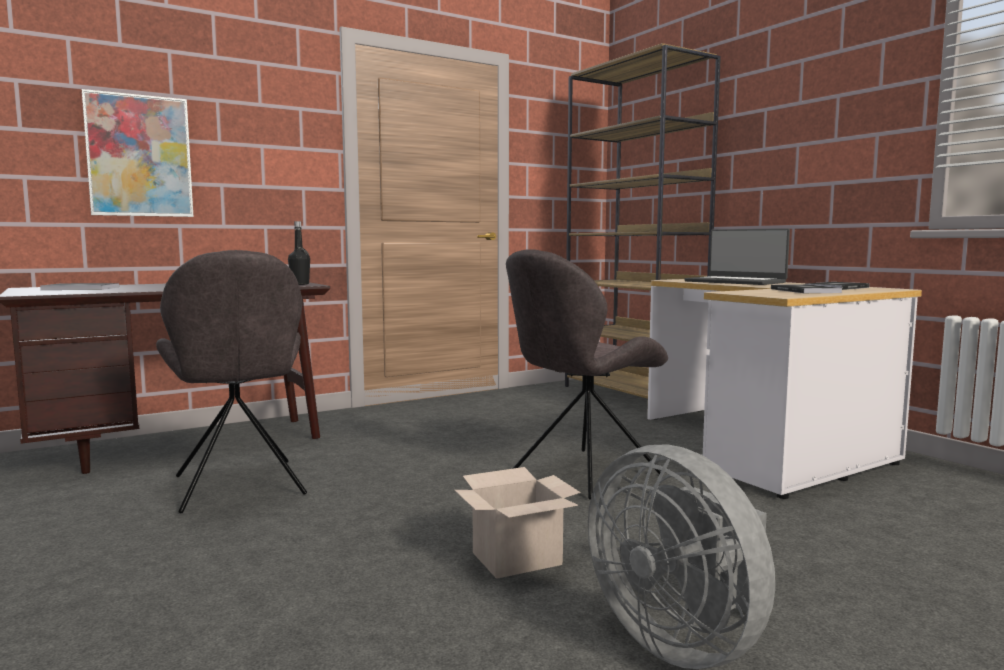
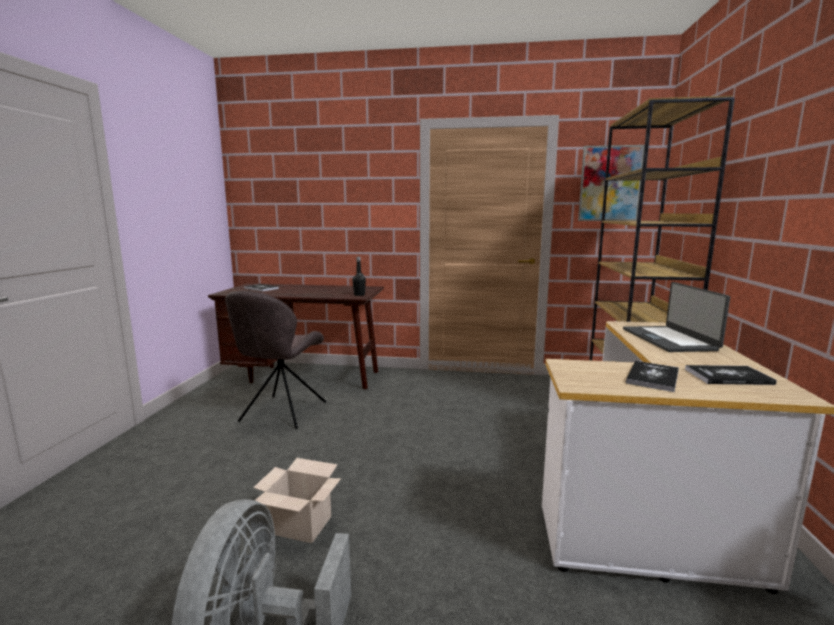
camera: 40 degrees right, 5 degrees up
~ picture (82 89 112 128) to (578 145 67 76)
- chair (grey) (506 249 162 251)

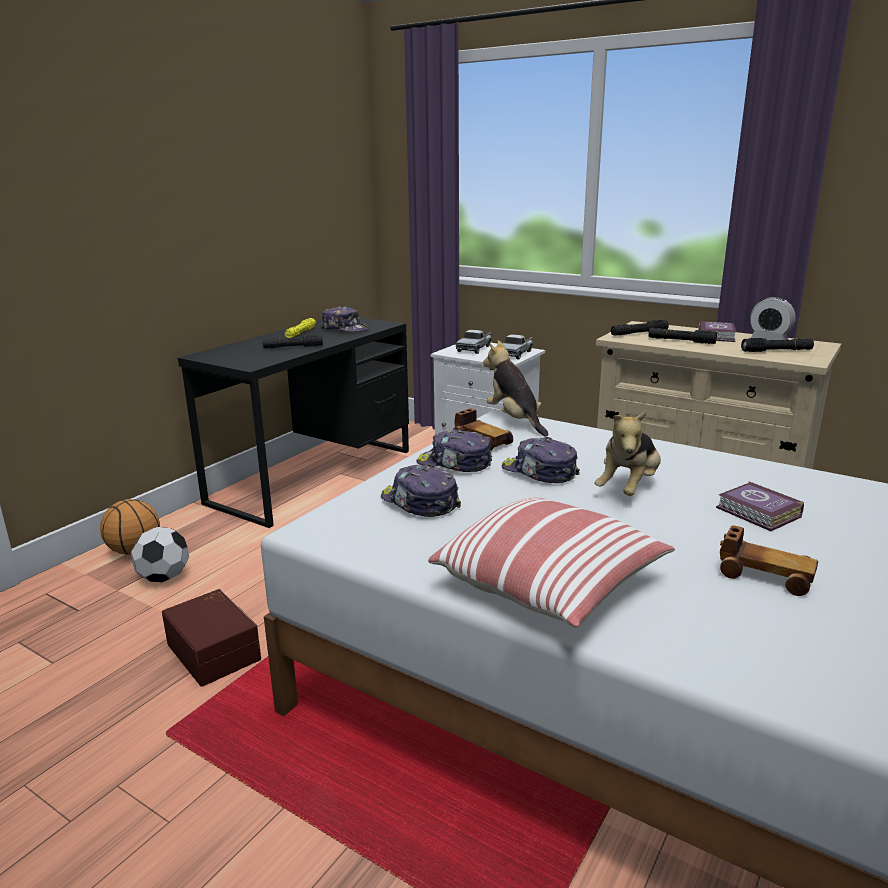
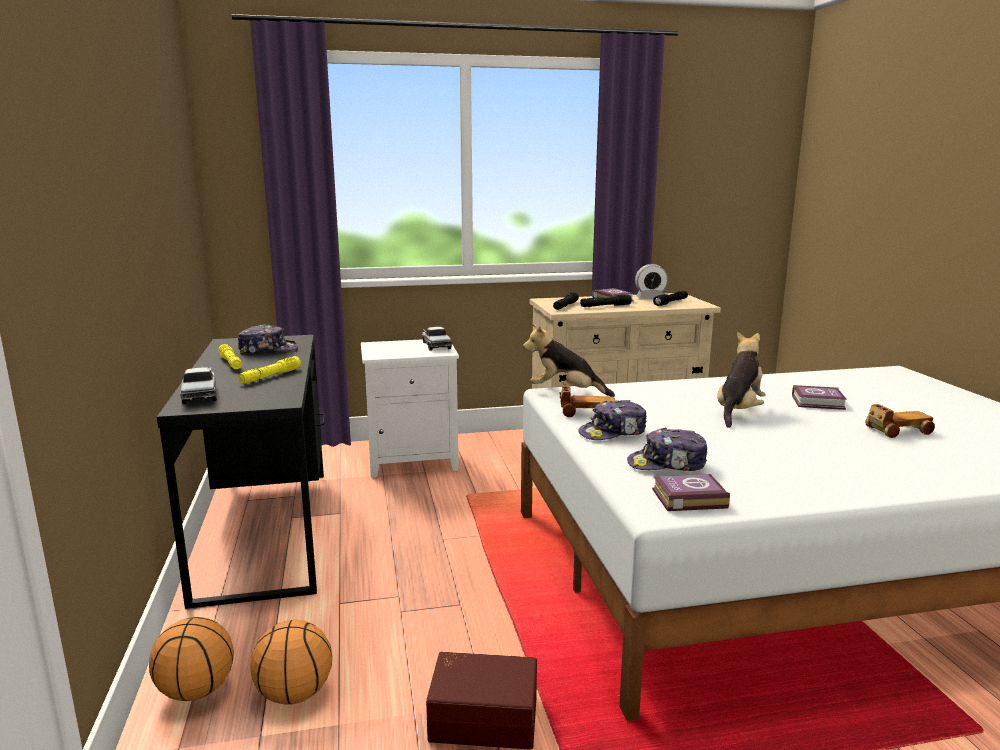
camera: 45 degrees left, 5 degrees down
~ football (130 527 59 55) to basketball (250 620 82 85)
~ flashlight (black) (263 335 60 13) to flashlight (yellow) (238 356 63 28)
- pillow (428 497 247 131)
~ toy truck (456 330 35 24) to (180 367 37 37)
- cap (502 437 78 46)
~ plush toy (595 411 66 85) = (717 332 49 96) 135 degrees counterclockwise
+ book (652 474 78 37)

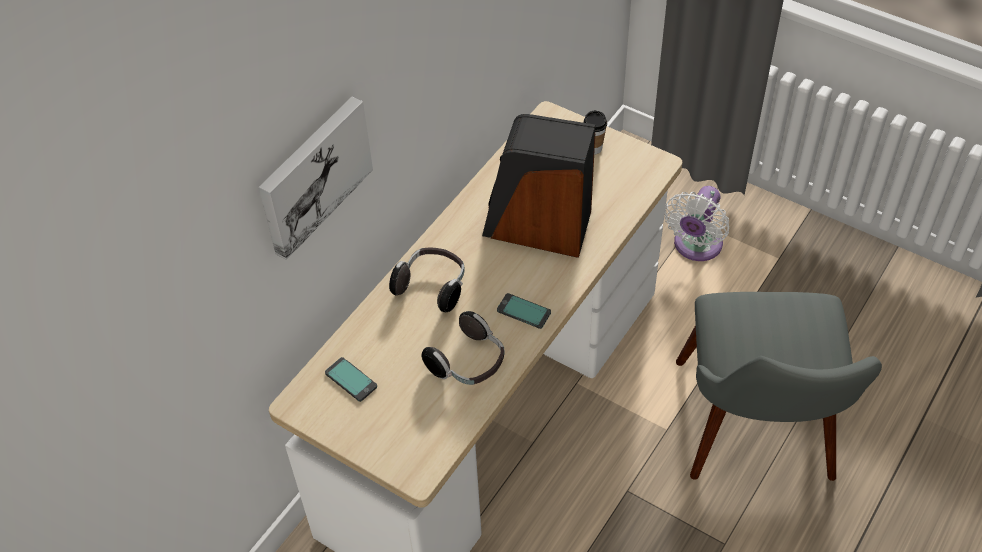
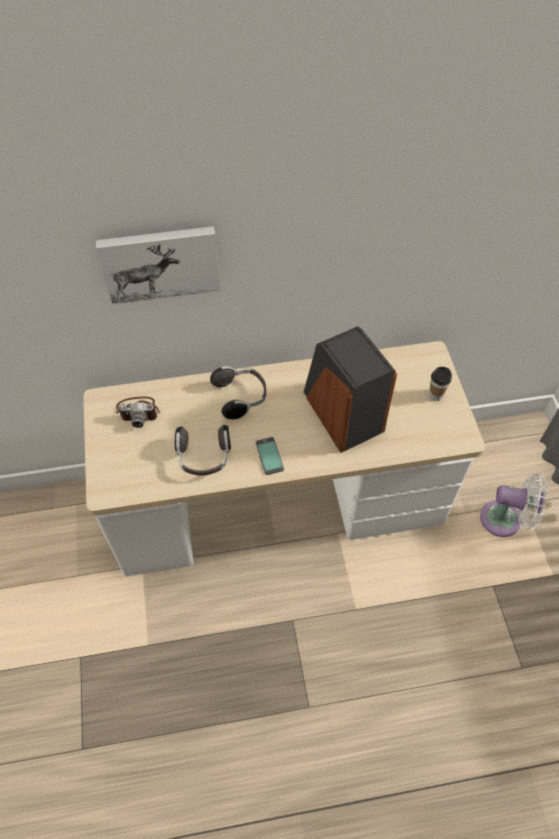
camera: 45 degrees right, 5 degrees up
~ phone (325 357 52 45) to photo camera (116 397 45 31)
~ fan (white) (665 186 64 75) = (480 473 67 64) 150 degrees counterclockwise
- chair (grey) (676 292 206 189)

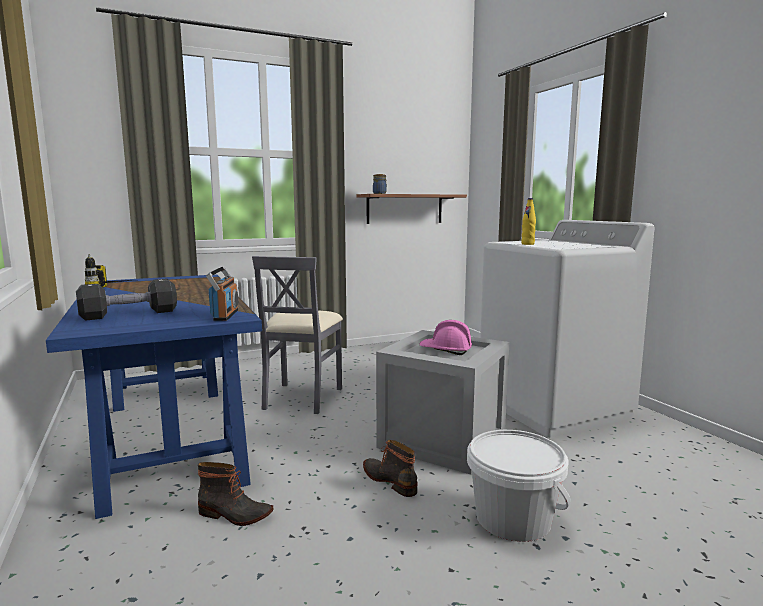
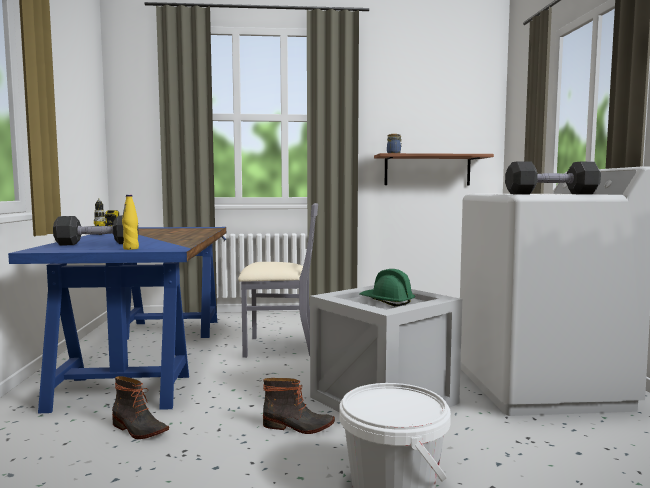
camera: 20 degrees right, 5 degrees down
- radio (206 266 32 55)
~ chair (grey) (252 256 91 158) = (238 203 80 155) 120 degrees counterclockwise
~ boot (363 440 54 57) = (263 378 72 56) 120 degrees clockwise
~ hard hat (pink) (419 320 53 35) to hard hat (green) (359 269 56 38)
~ bottle (yellow) (521 198 15 47) to (122 195 17 55)
+ dumbbell (black) (505 161 96 33)

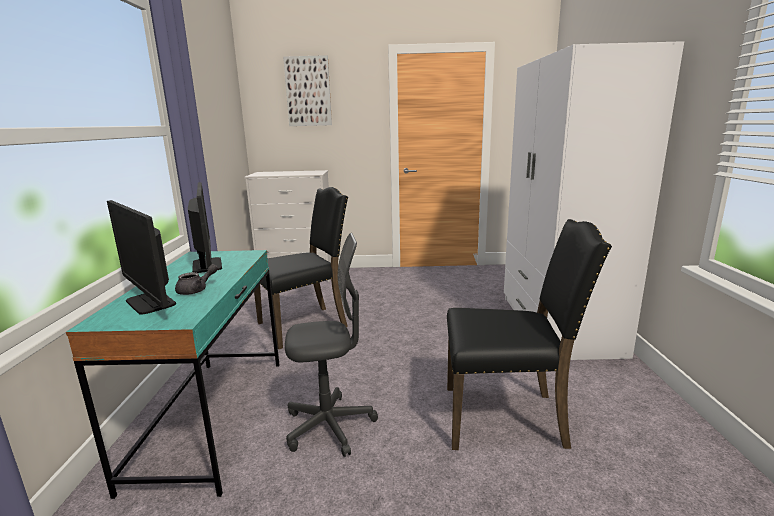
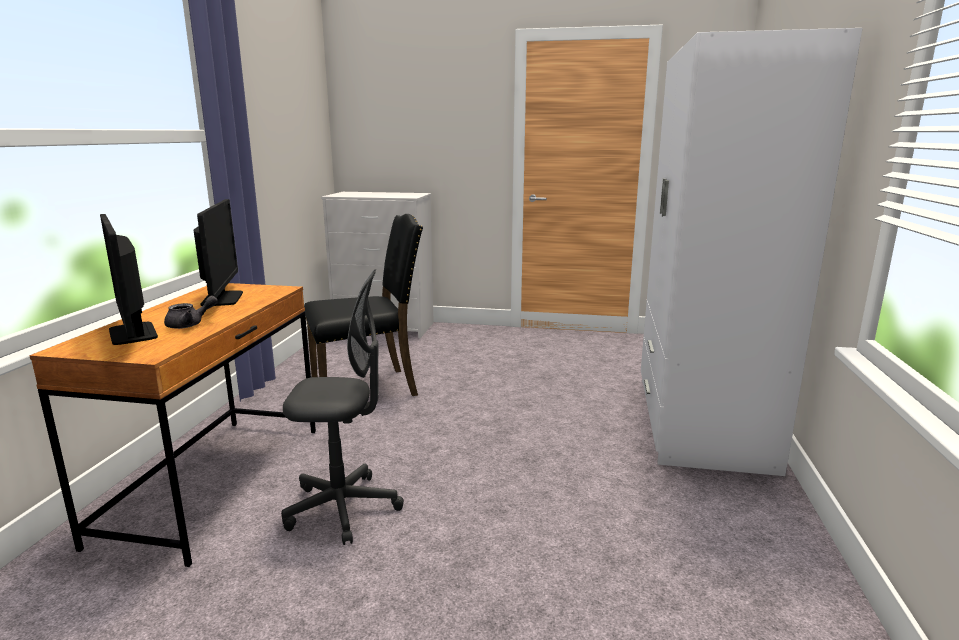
camera: 10 degrees right, 0 degrees up
~ desk (turquoise) (66 250 213 249) to desk (brown) (29 283 287 284)
- picture (283 55 49 71)
- chair (black) (447 219 165 231)

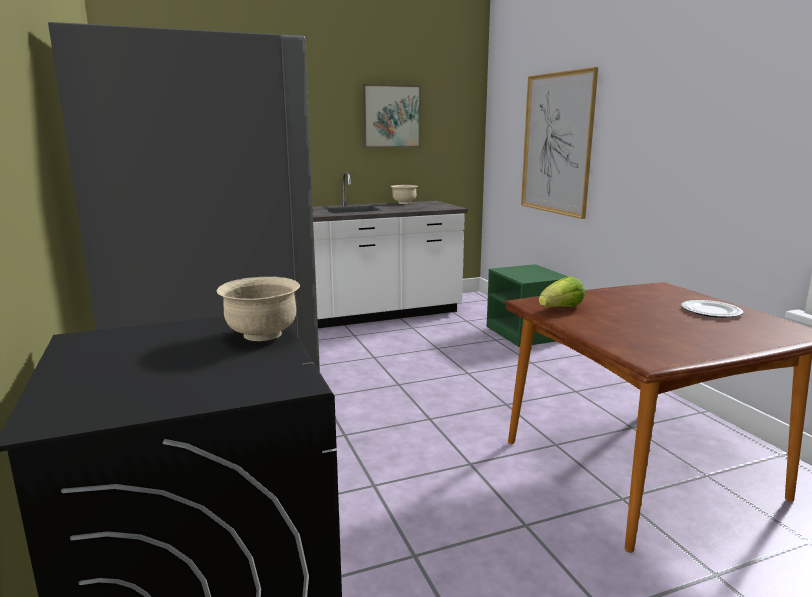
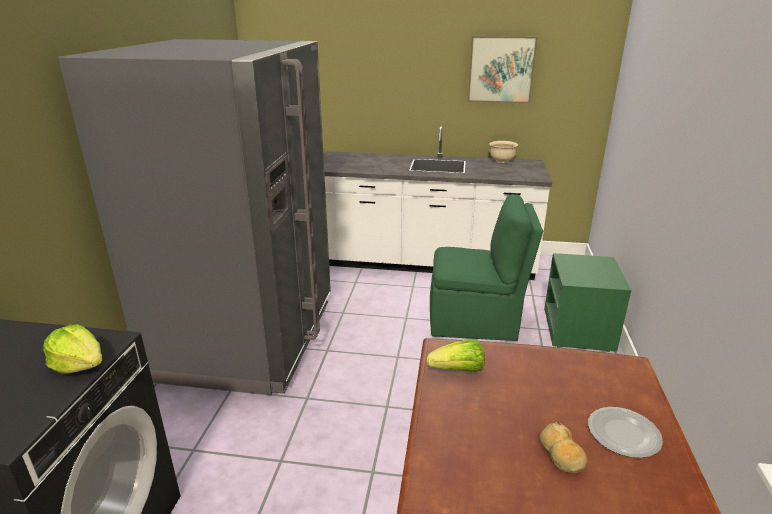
camera: 30 degrees right, 10 degrees up
~ bowl (beige) (217 277 83 64) to lettuce (43 325 60 48)
- picture (521 67 77 152)
+ chair (green) (430 194 113 147)
+ bread (539 422 48 52)

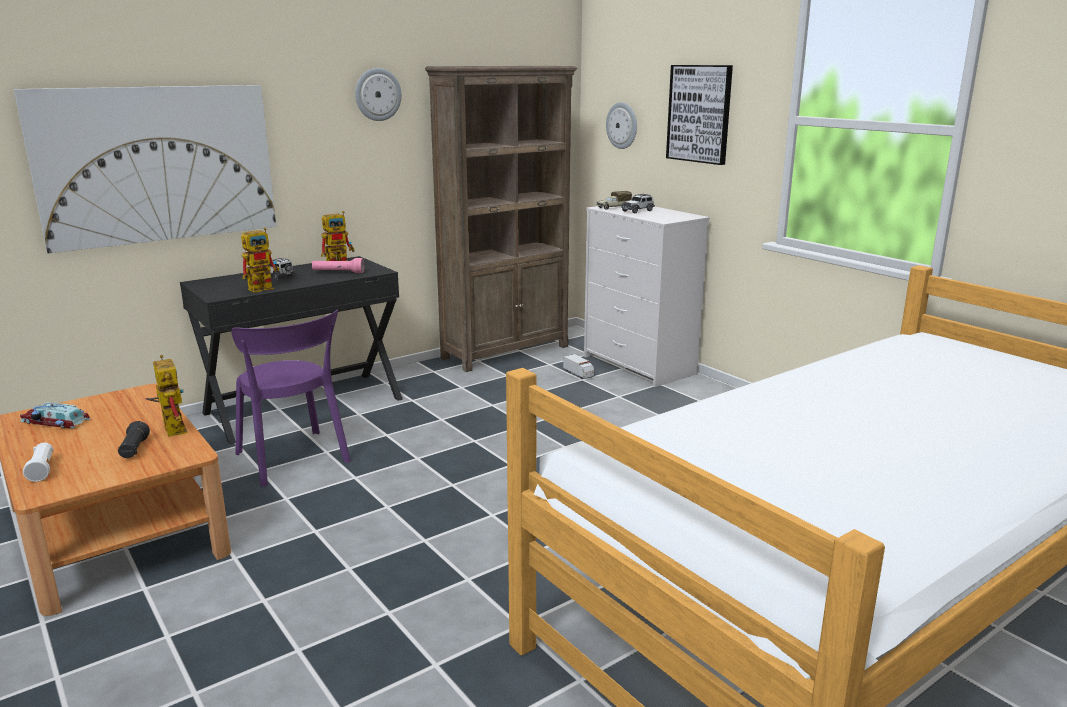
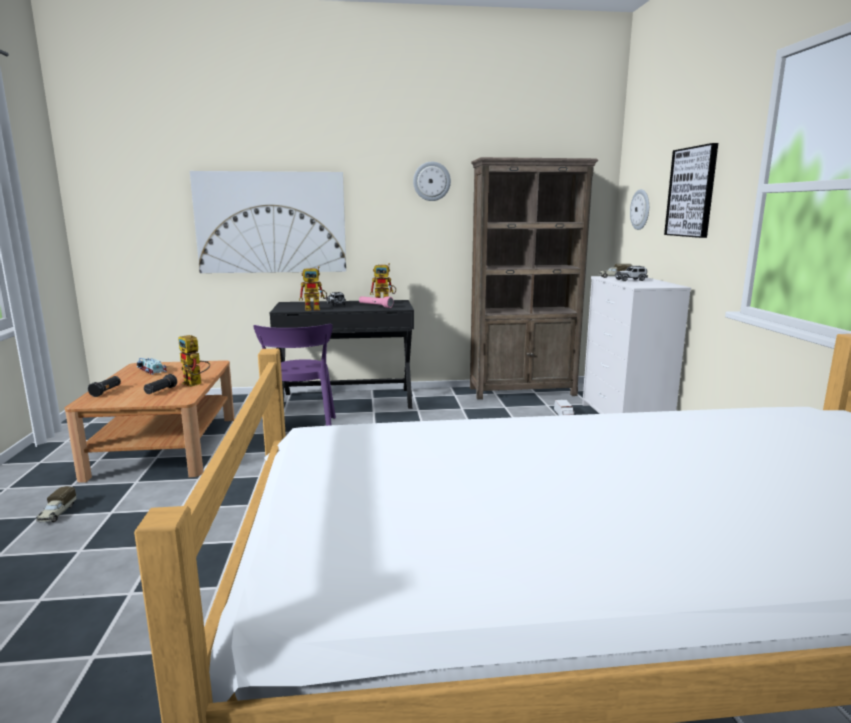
camera: 30 degrees right, 5 degrees down
~ flashlight (white) (23 443 30 39) to flashlight (black) (88 376 33 21)
~ toy robot (145 355 43 82) = (178 335 32 52) 135 degrees clockwise
+ toy truck (36 486 41 37)

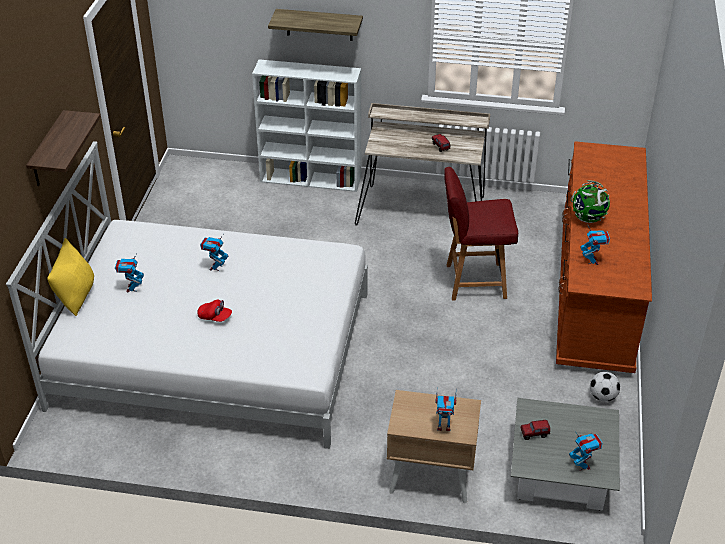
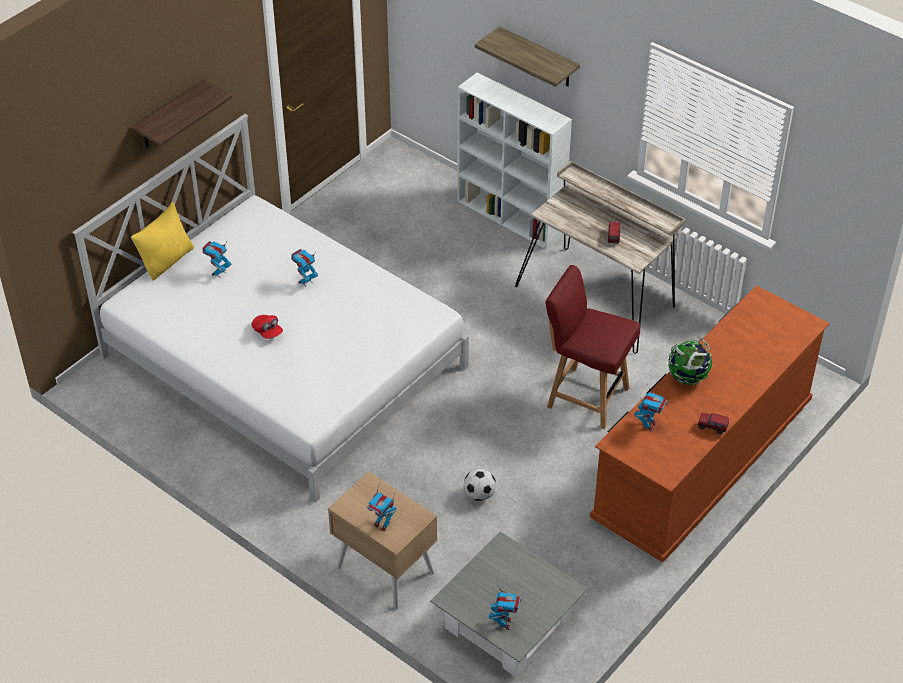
camera: 30 degrees right, 5 degrees up
~ toy truck (521 420 29 20) to (698 413 31 21)
~ football (590 372 30 30) to (464 468 32 33)

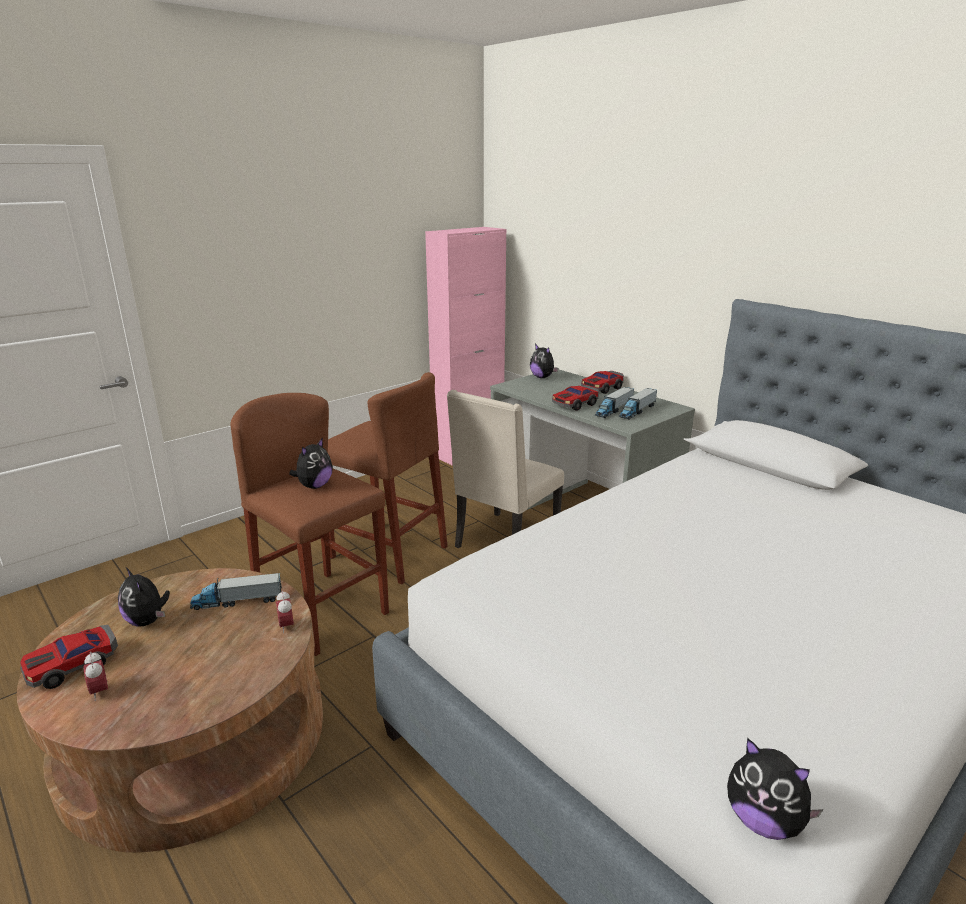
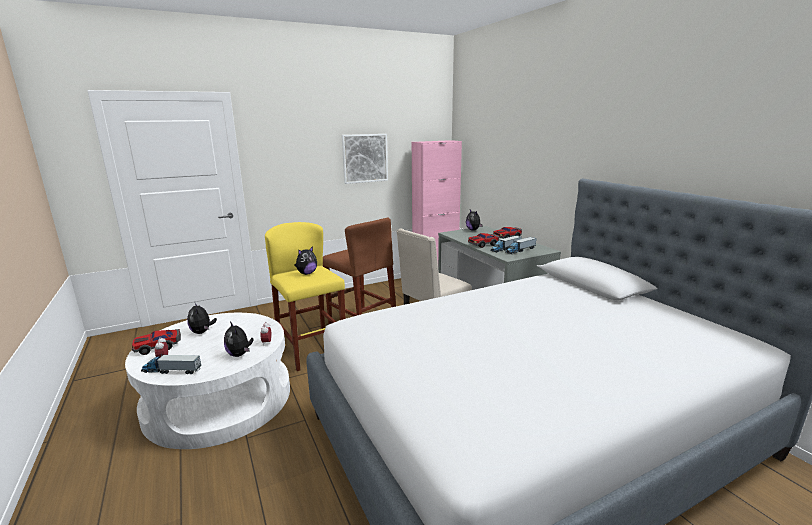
camera: 15 degrees right, 5 degrees down
~ coffee table (brown) (17 568 306 285) to coffee table (white) (125 313 165 136)
~ toy truck (190 573 92 37) to (141 353 60 21)
~ stool (brown) (230 393 159 263) to stool (yellow) (265 222 81 149)
~ plush toy (727 738 97 102) to (224 321 30 36)
+ picture (341 134 47 50)

